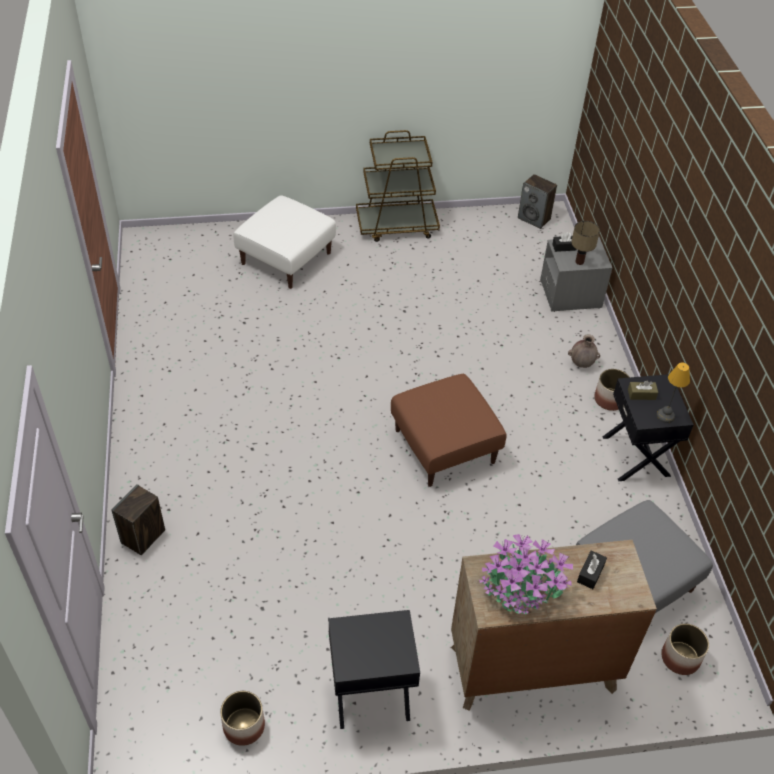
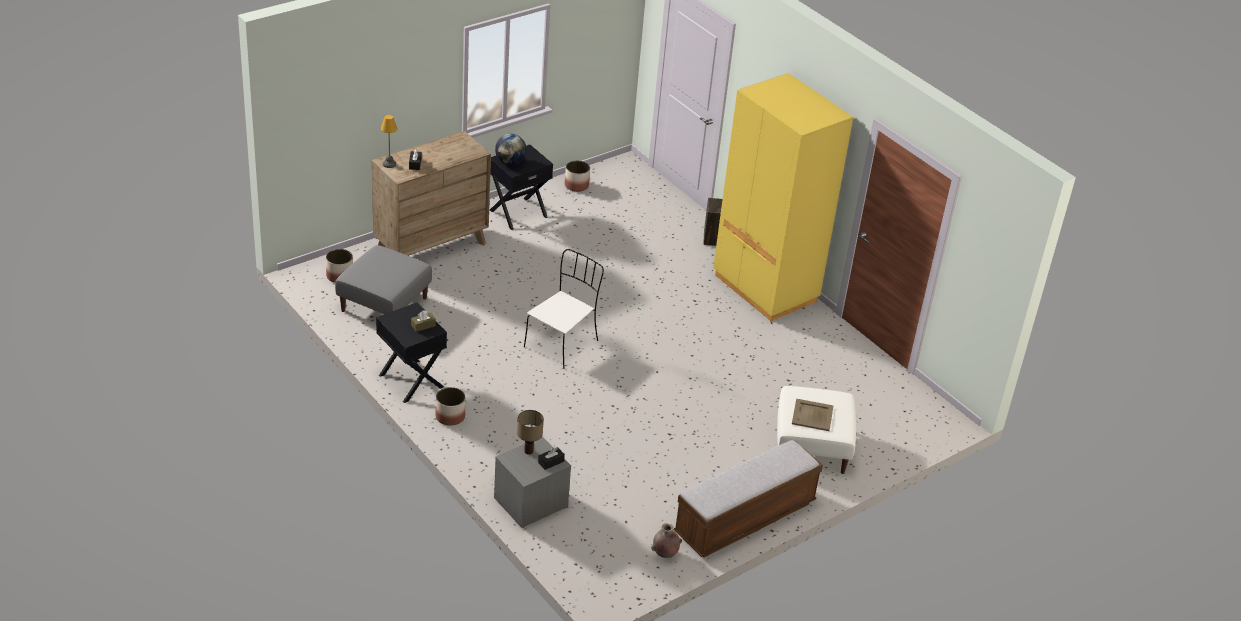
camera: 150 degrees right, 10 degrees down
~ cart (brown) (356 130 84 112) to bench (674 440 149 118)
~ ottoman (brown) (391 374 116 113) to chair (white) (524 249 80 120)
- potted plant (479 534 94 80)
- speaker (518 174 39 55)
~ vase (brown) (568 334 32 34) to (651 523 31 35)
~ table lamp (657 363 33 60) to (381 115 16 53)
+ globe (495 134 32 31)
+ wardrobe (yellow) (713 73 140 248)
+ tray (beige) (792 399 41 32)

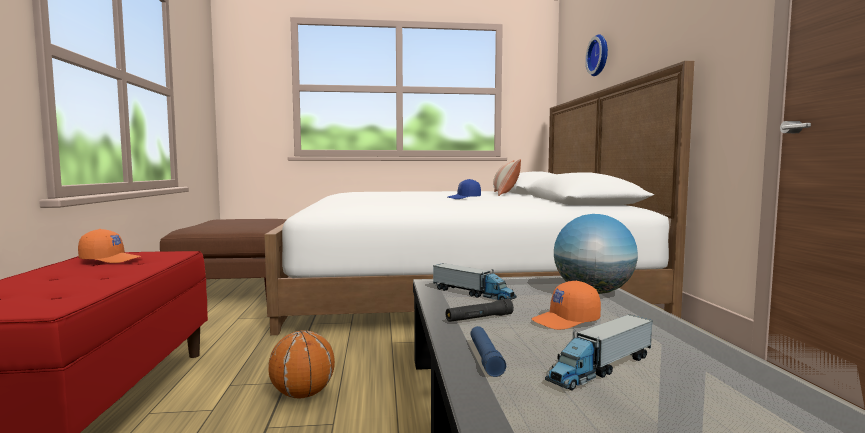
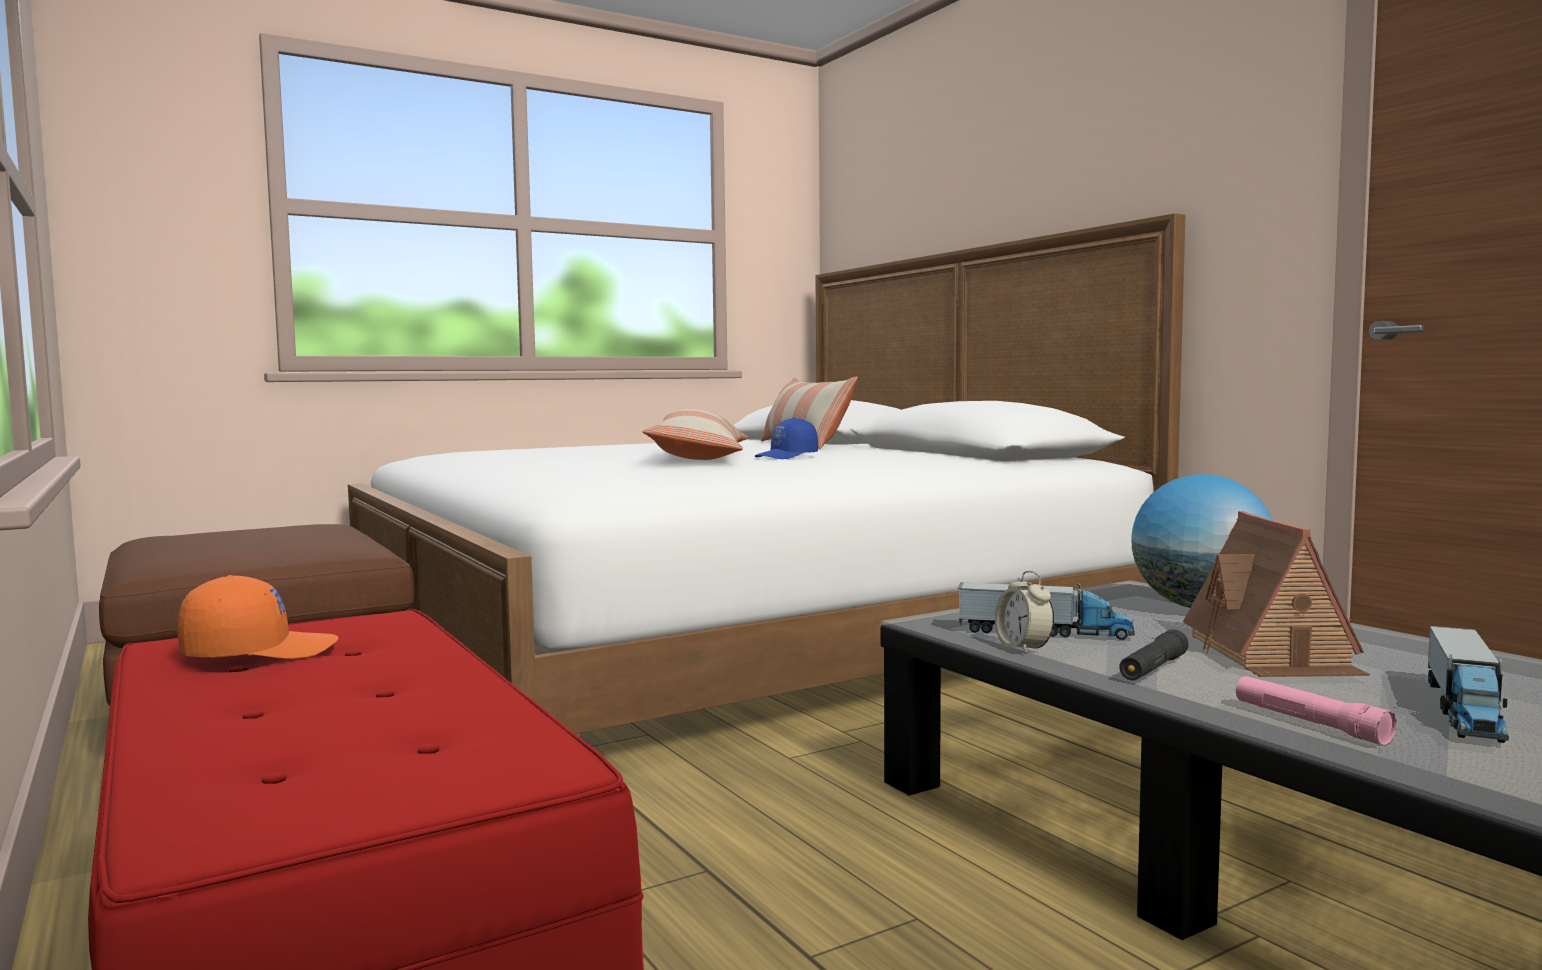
camera: 25 degrees left, 0 degrees up
- basketball (268 330 67 68)
~ flashlight (blue) (470 326 36 51) to flashlight (pink) (1236 676 161 70)
~ cap (orange) (532 281 69 49) to toy house (1183 511 187 166)
- wall clock (585 34 23 42)
+ pillow (643 409 105 51)
+ alarm clock (995 571 59 83)

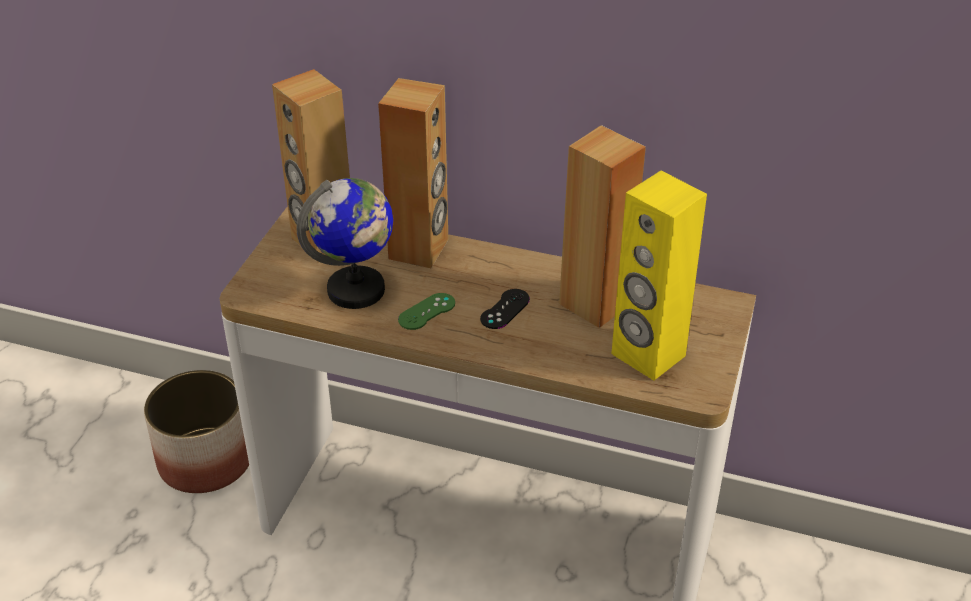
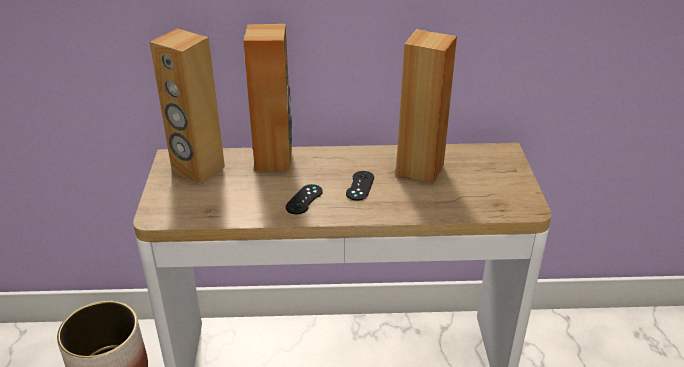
camera: 20 degrees left, 5 degrees down
- globe (297 178 96 131)
~ game controller (green) (398 293 57 37) to game controller (black) (285 184 38 30)
- speaker (yellow) (611 171 96 209)

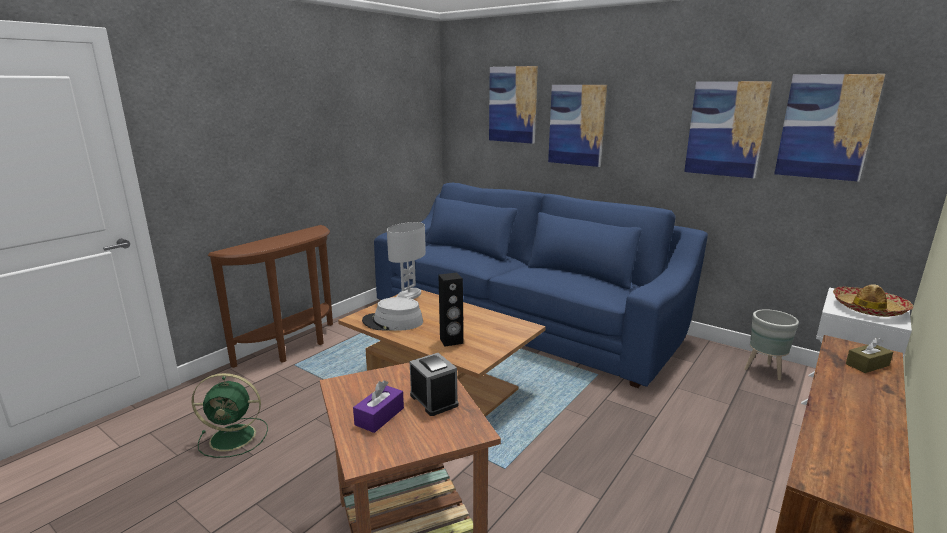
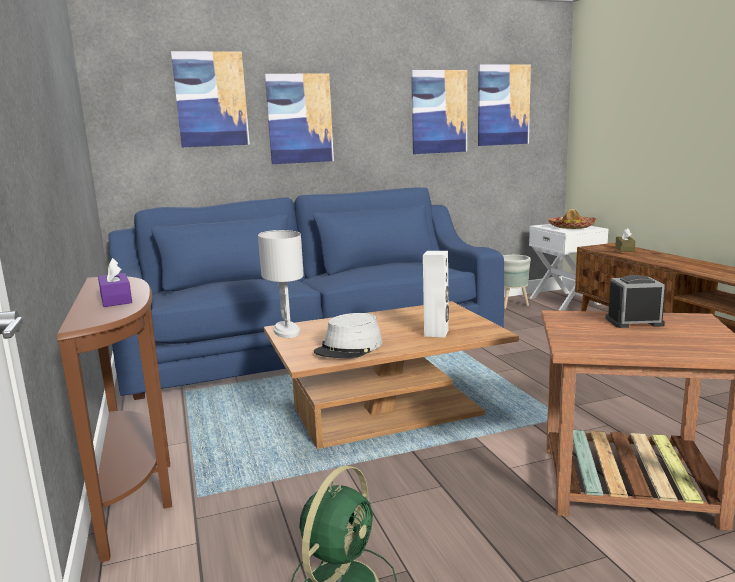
camera: 55 degrees left, 5 degrees down
~ tissue box (purple) (353 380 51 53) to (98 258 34 49)
~ speaker (black) (438 273 25 74) to speaker (white) (423 251 26 87)

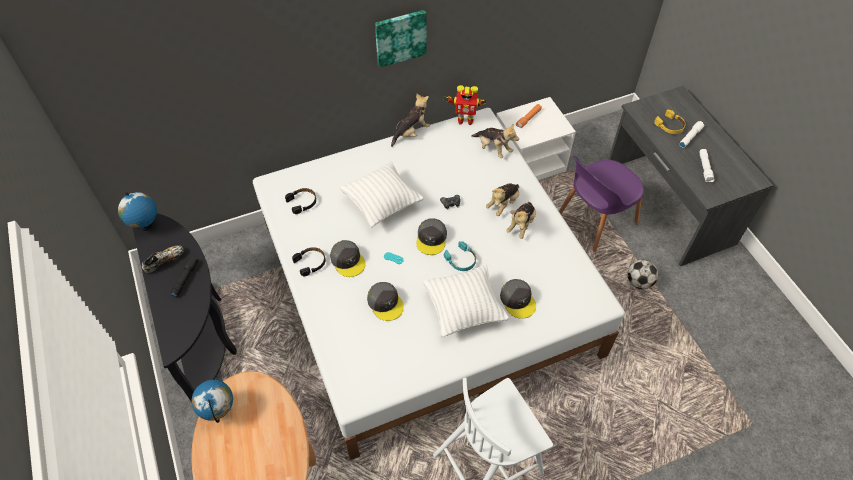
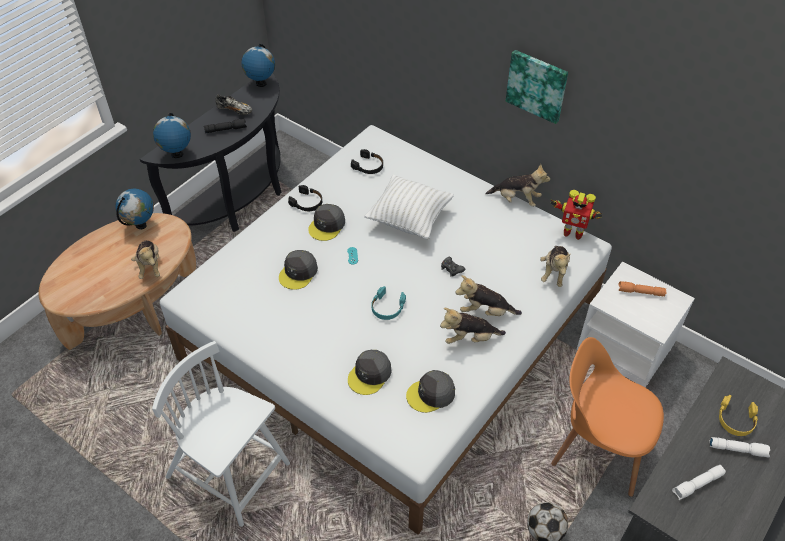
camera: 60 degrees right, 5 degrees down
~ cap (grey) (416 218 31 37) to (406 370 49 43)
- pillow (white) (423 265 86 72)
~ toy robot (444 85 42 40) = (551 190 51 50) 45 degrees counterclockwise
~ chair (purple) (559 156 85 96) to chair (orange) (551 337 113 160)
+ plush toy (131 241 29 38)
+ globe (153 113 38 45)

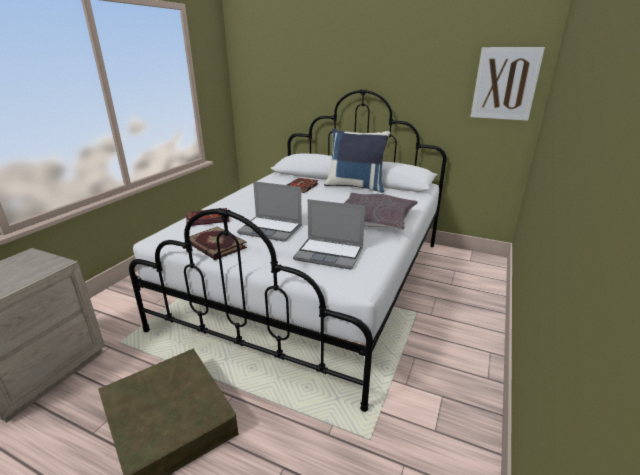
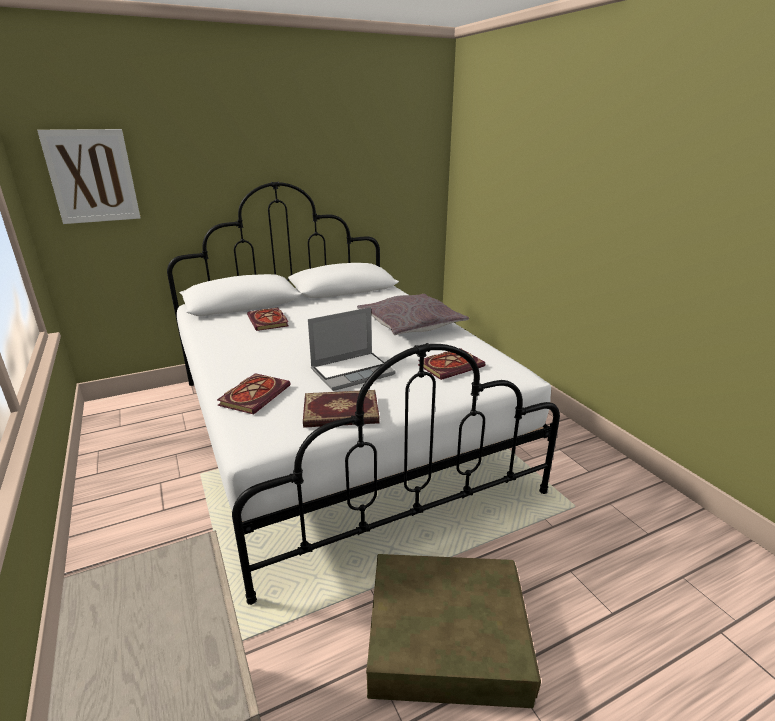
camera: 50 degrees left, 0 degrees up
~ laptop (293 199 72 71) to book (418 348 67 32)
- pillow (blue) (324 129 66 64)
~ picture (471 47 74 74) to (37 129 104 95)

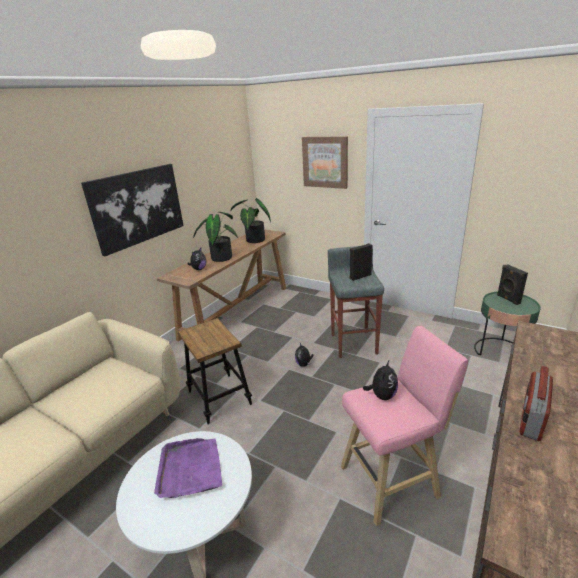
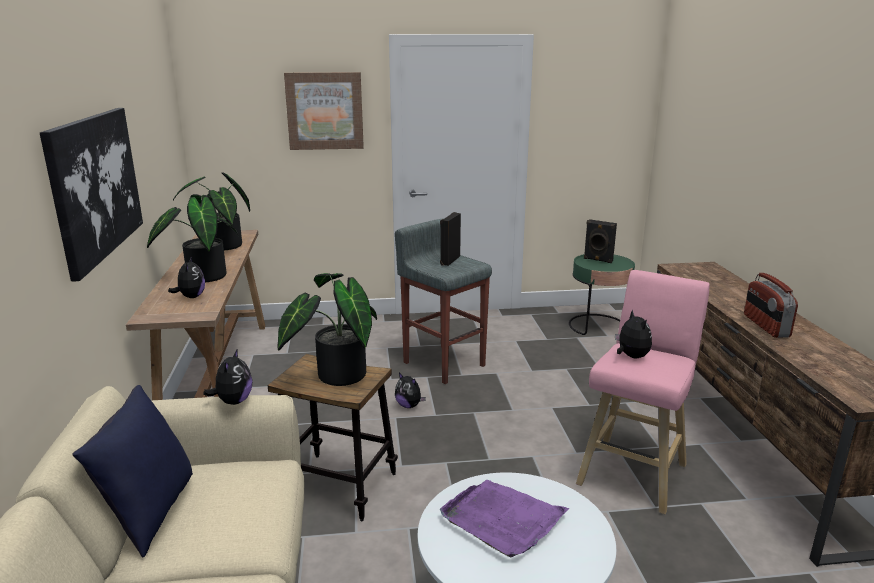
camera: 40 degrees left, 5 degrees down
+ pillow (blue) (72 385 121 172)
+ plush toy (203 348 49 57)
+ potted plant (277 273 100 113)

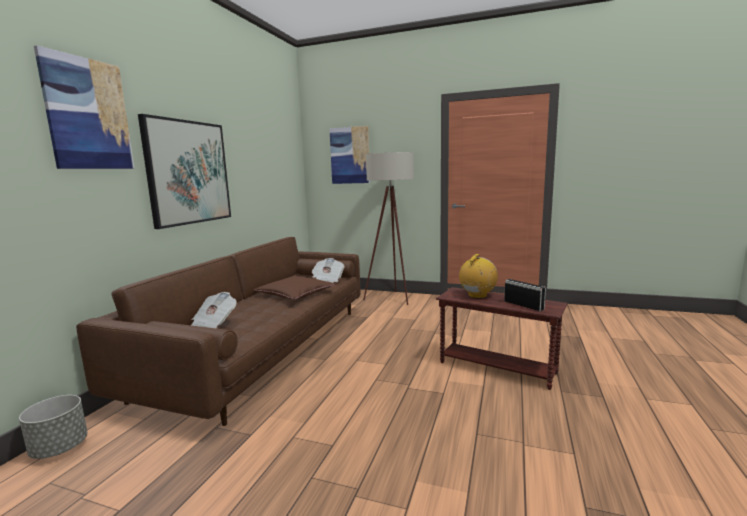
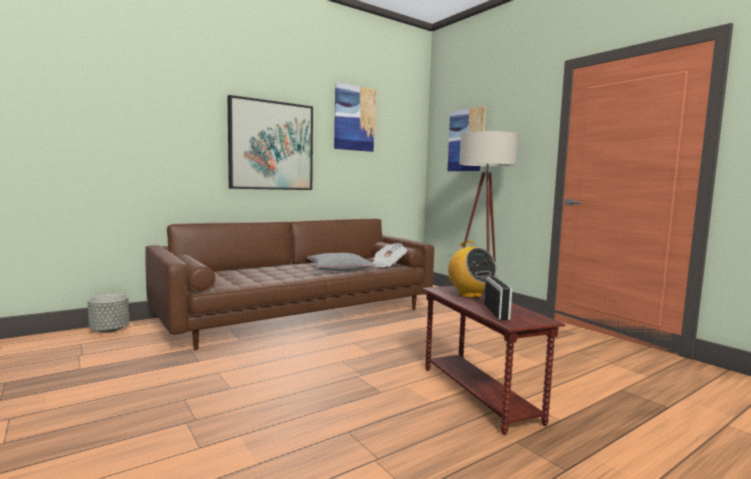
camera: 35 degrees right, 5 degrees down
~ picture (34 45 100 124) to (334 82 42 70)
- newspaper (191 292 46 36)
~ pillow (brown) (254 276 81 23) to pillow (grey) (306 253 70 18)
~ radio (459 254 39 44) = (447 241 50 57) 75 degrees clockwise

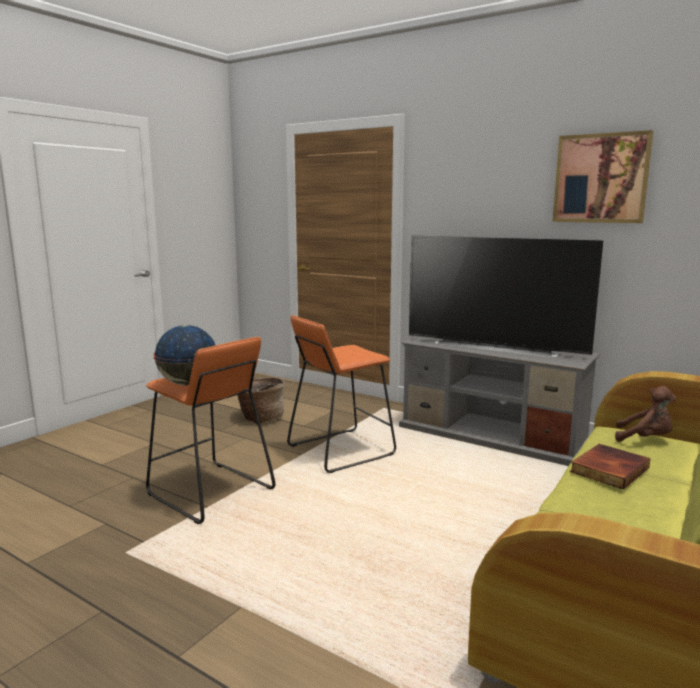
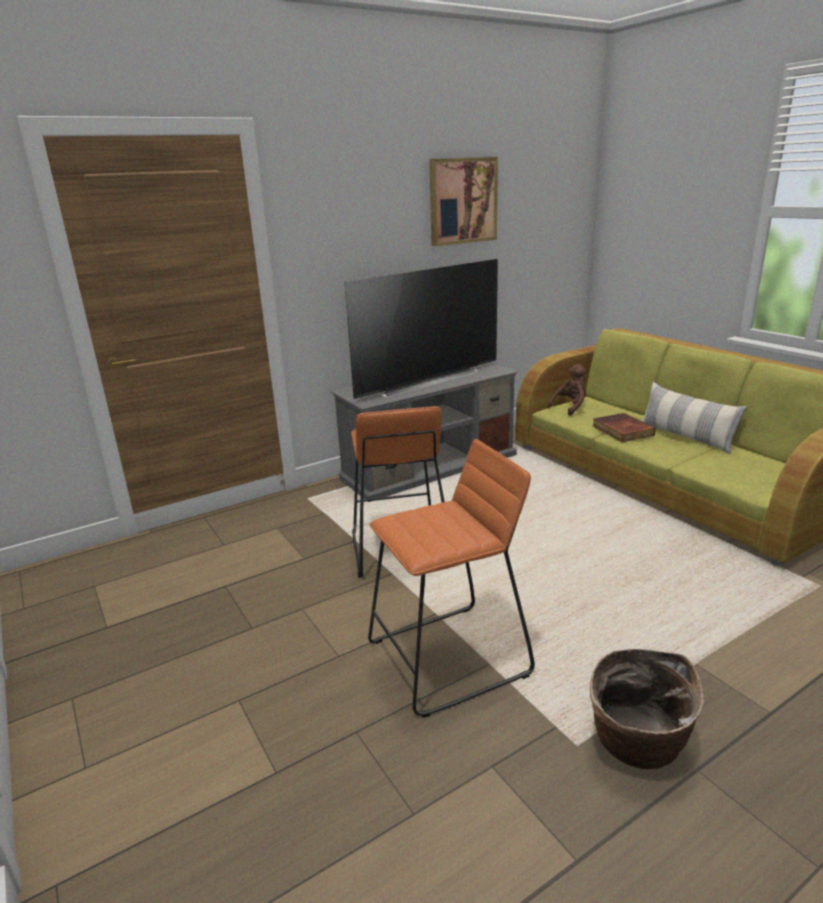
camera: 65 degrees left, 10 degrees up
- globe (153 325 62 60)
~ basket (238 377 46 47) to (590 649 114 120)
+ pillow (642 382 105 72)

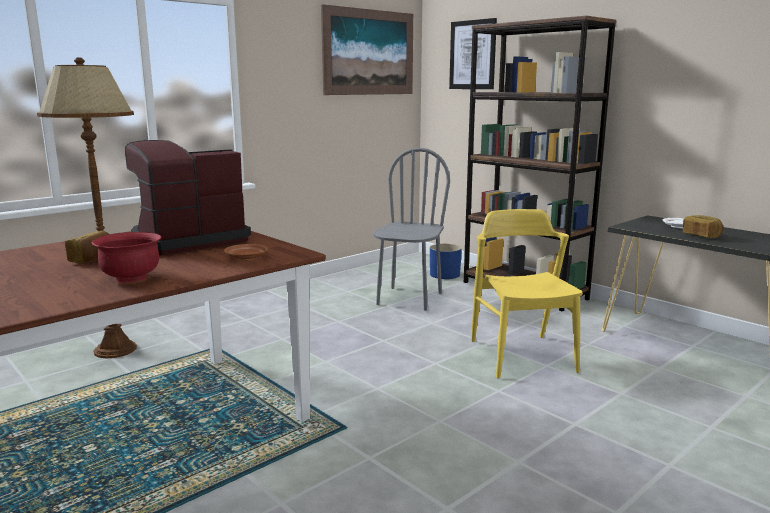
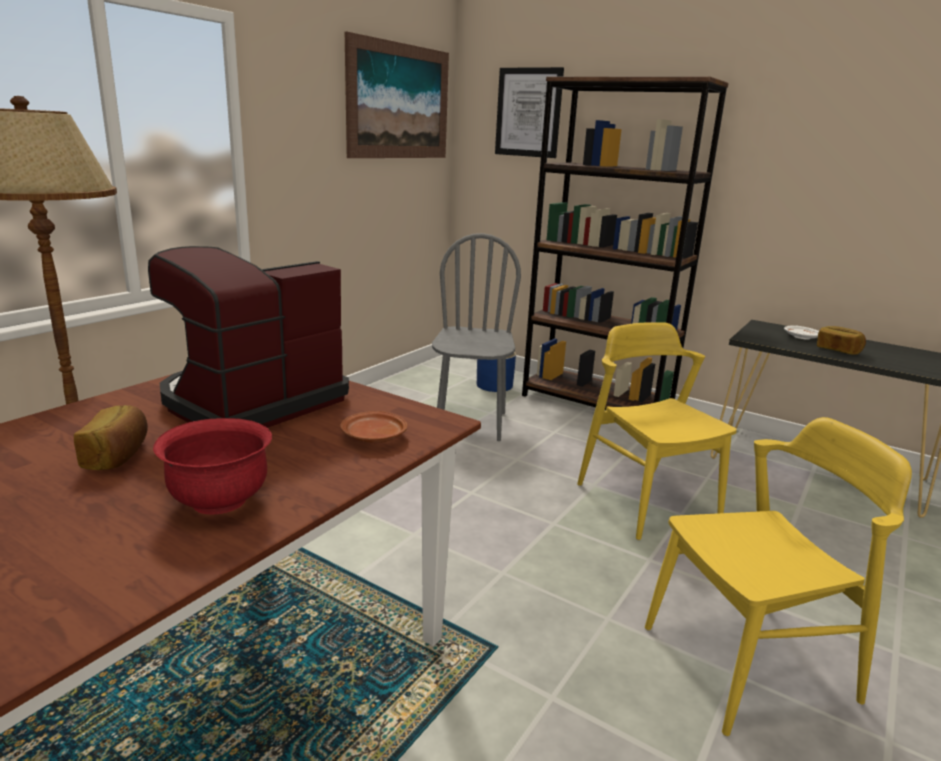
camera: 15 degrees left, 5 degrees up
+ chair (yellow) (645 417 267 319)

